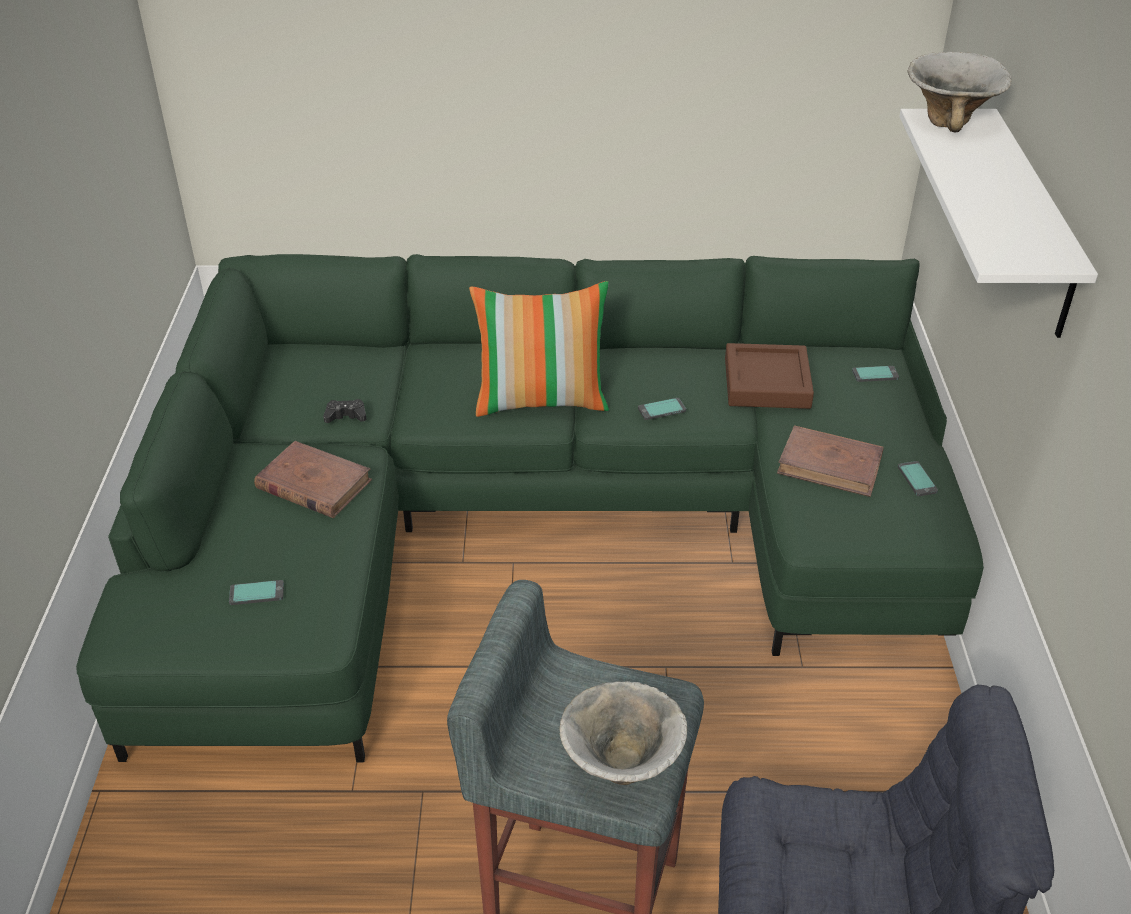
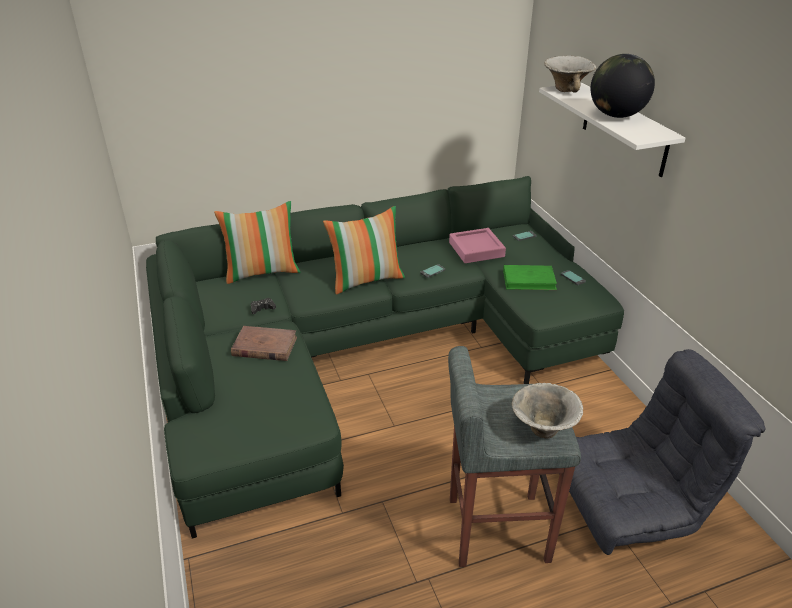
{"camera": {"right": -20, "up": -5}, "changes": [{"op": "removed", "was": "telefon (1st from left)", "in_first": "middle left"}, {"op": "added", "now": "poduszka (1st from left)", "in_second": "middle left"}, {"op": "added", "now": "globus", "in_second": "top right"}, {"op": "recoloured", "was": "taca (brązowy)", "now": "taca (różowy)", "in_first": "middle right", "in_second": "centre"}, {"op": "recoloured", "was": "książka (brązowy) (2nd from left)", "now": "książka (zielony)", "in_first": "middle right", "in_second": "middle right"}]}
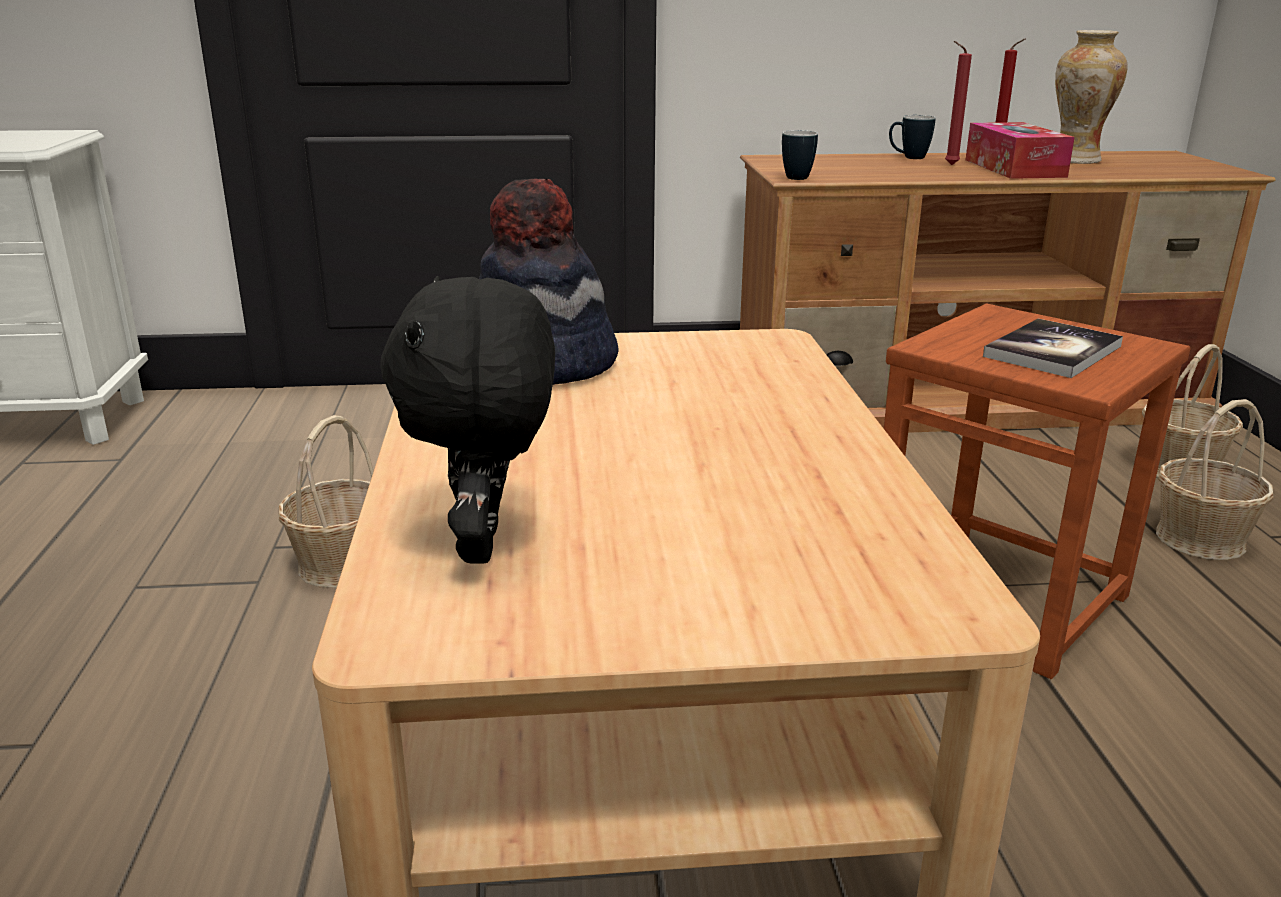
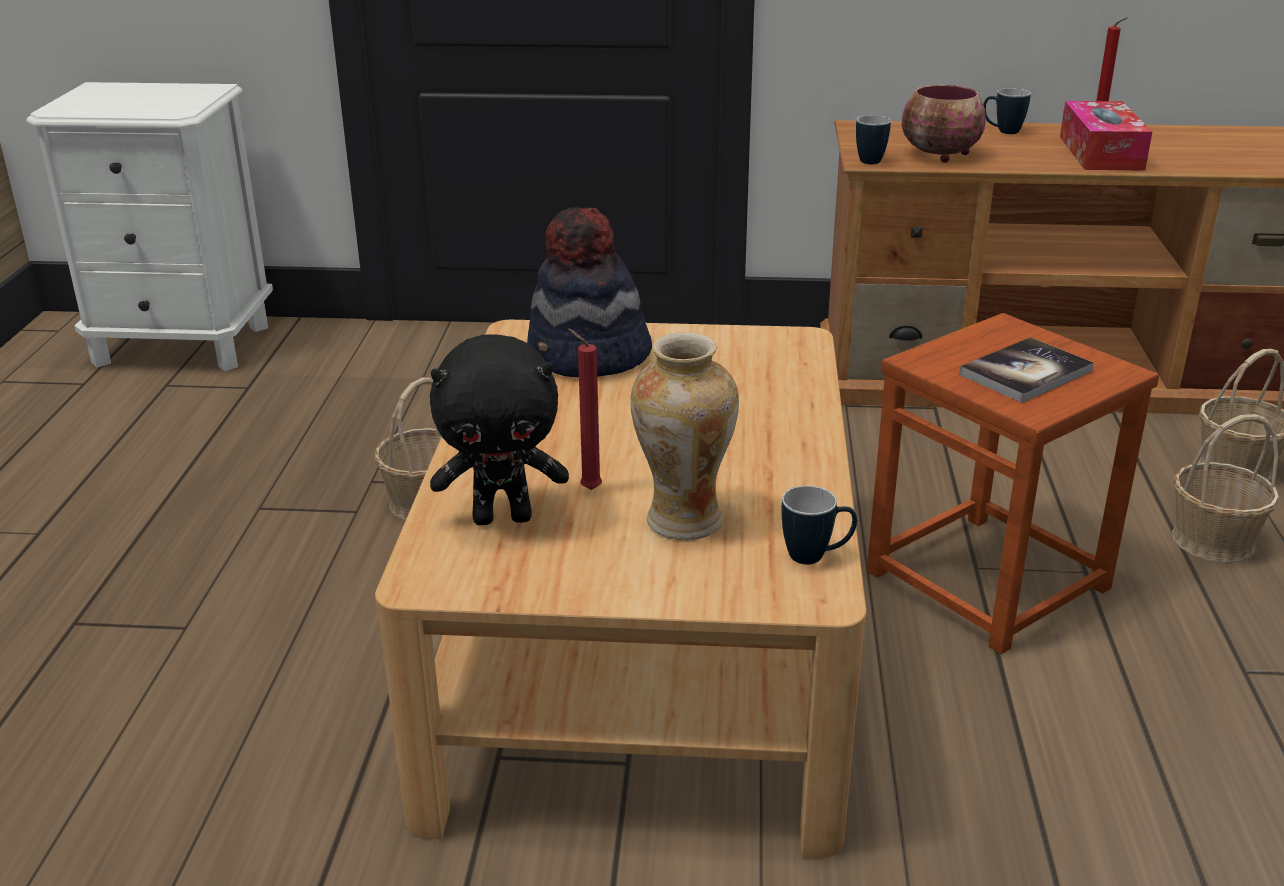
{"camera": {"right": 10, "up": 5}, "changes": [{"op": "added", "now": "kubek (1st from left)", "in_second": "centre"}, {"op": "added", "now": "miska", "in_second": "top right"}, {"op": "moved", "was": "świeca (czerwony) (1st from left)", "in_first": "top right", "in_second": "centre"}, {"op": "moved", "was": "wazon", "in_first": "top right", "in_second": "centre"}, {"op": "turned", "was": "pluszak (czarny)", "in_first": "centre", "in_second": "centre", "clockwise": -105}]}
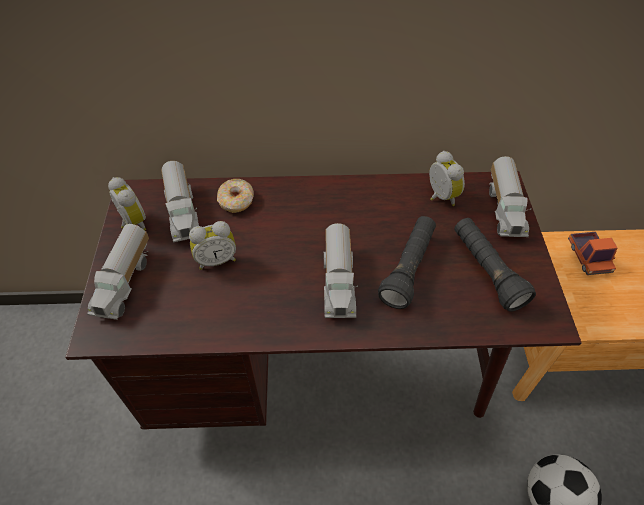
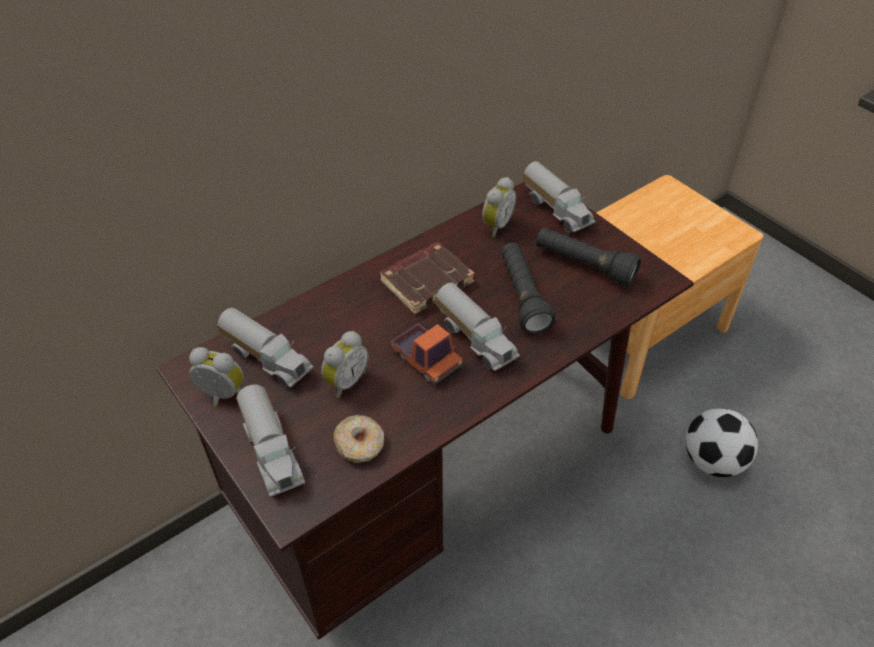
{"camera": {"right": -35, "up": -5}, "changes": [{"op": "added", "now": "książka (brązowy)", "in_second": "centre"}, {"op": "moved", "was": "donut", "in_first": "centre", "in_second": "bottom centre"}, {"op": "moved", "was": "ciężarówka zabawkowa (5th from left in the first image)", "now": "ciężarówka zabawkowa (3rd from left)", "in_first": "middle right", "in_second": "centre"}, {"op": "turned", "was": "budzik (3rd from left)", "in_first": "middle right", "in_second": "top centre", "clockwise": 90}]}
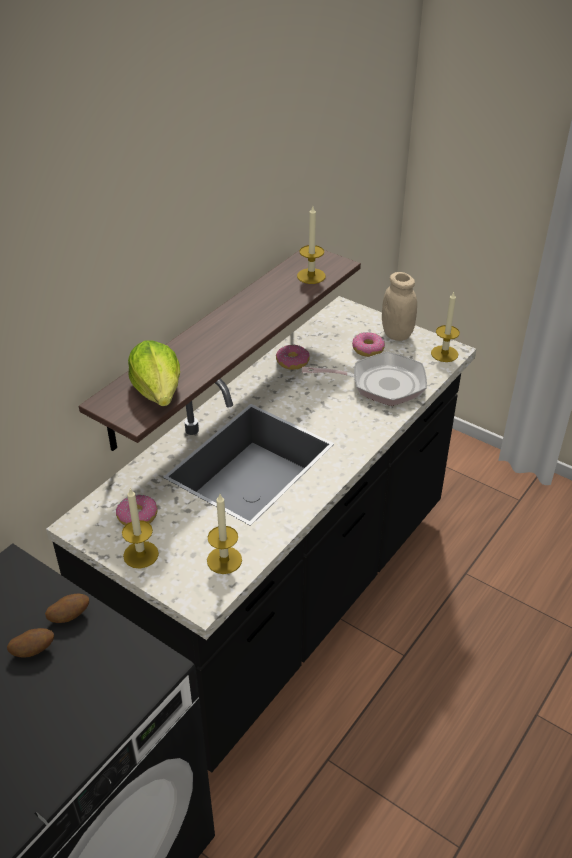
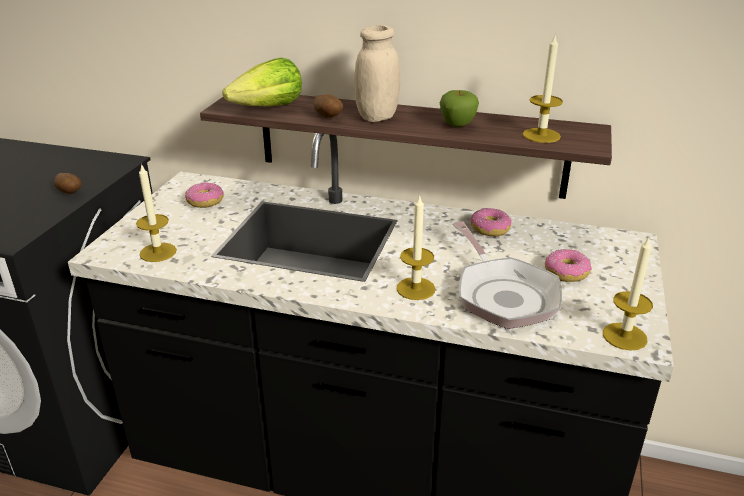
{"camera": {"right": 70, "up": -10}, "changes": [{"op": "added", "now": "jabłko", "in_second": "top centre"}, {"op": "moved", "was": "ziemniak (1st from left in the first image)", "now": "ziemniak (2nd from left)", "in_first": "bottom left", "in_second": "top centre"}, {"op": "moved", "was": "świeca (1st from left in the first image)", "now": "świeca (2nd from left)", "in_first": "middle left", "in_second": "centre"}, {"op": "moved", "was": "słoik (beżowy)", "in_first": "middle right", "in_second": "top centre"}]}
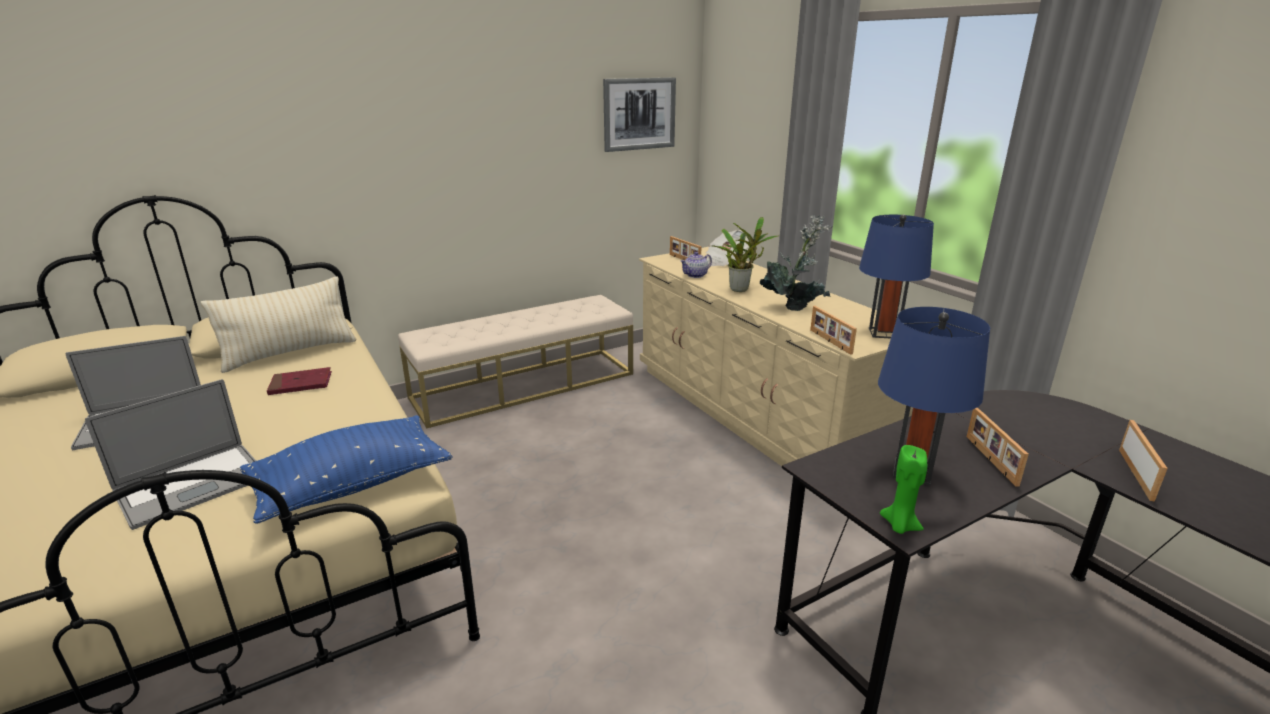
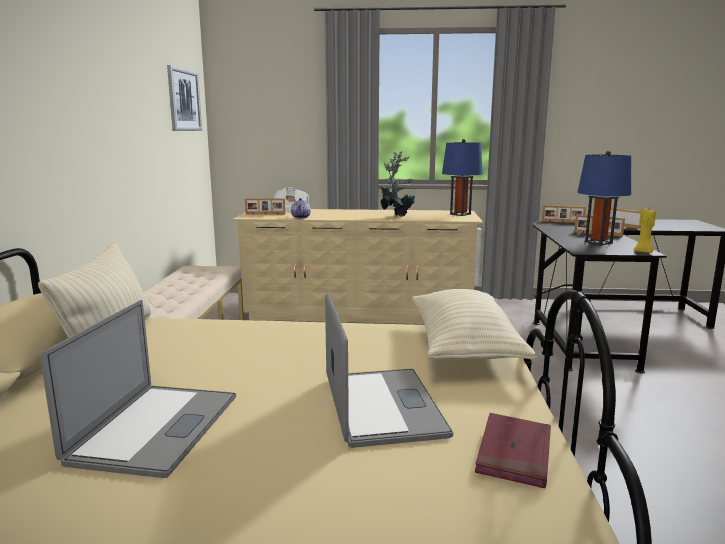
{"camera": {"right": -55, "up": -10}, "changes": [{"op": "removed", "was": "roślina doniczkowa (1st from left)", "in_first": "centre"}, {"op": "moved", "was": "książka (czerwony)", "in_first": "middle left", "in_second": "bottom right"}, {"op": "moved", "was": "ramka na zdjęcie (2nd from left)", "in_first": "centre", "in_second": "middle right"}, {"op": "recoloured", "was": "poduszka (niebieski)", "now": "poduszka (beżowy) (2nd from left)", "in_first": "middle left", "in_second": "centre"}, {"op": "recoloured", "was": "świeca (zielony)", "now": "świeca (żółty)", "in_first": "bottom right", "in_second": "middle right"}]}
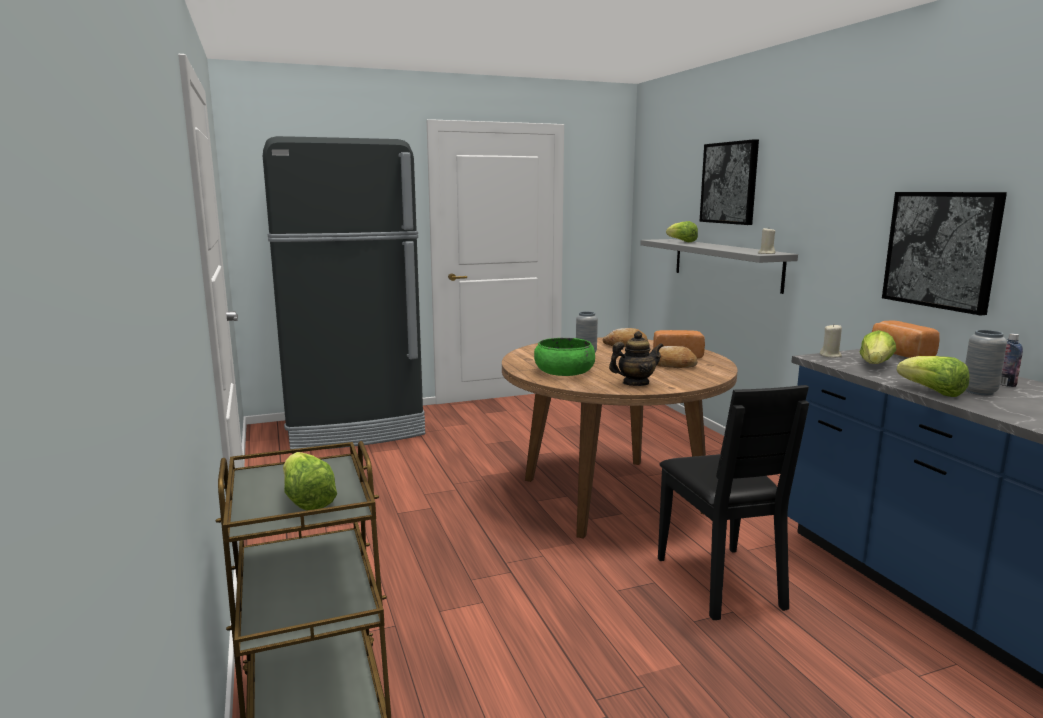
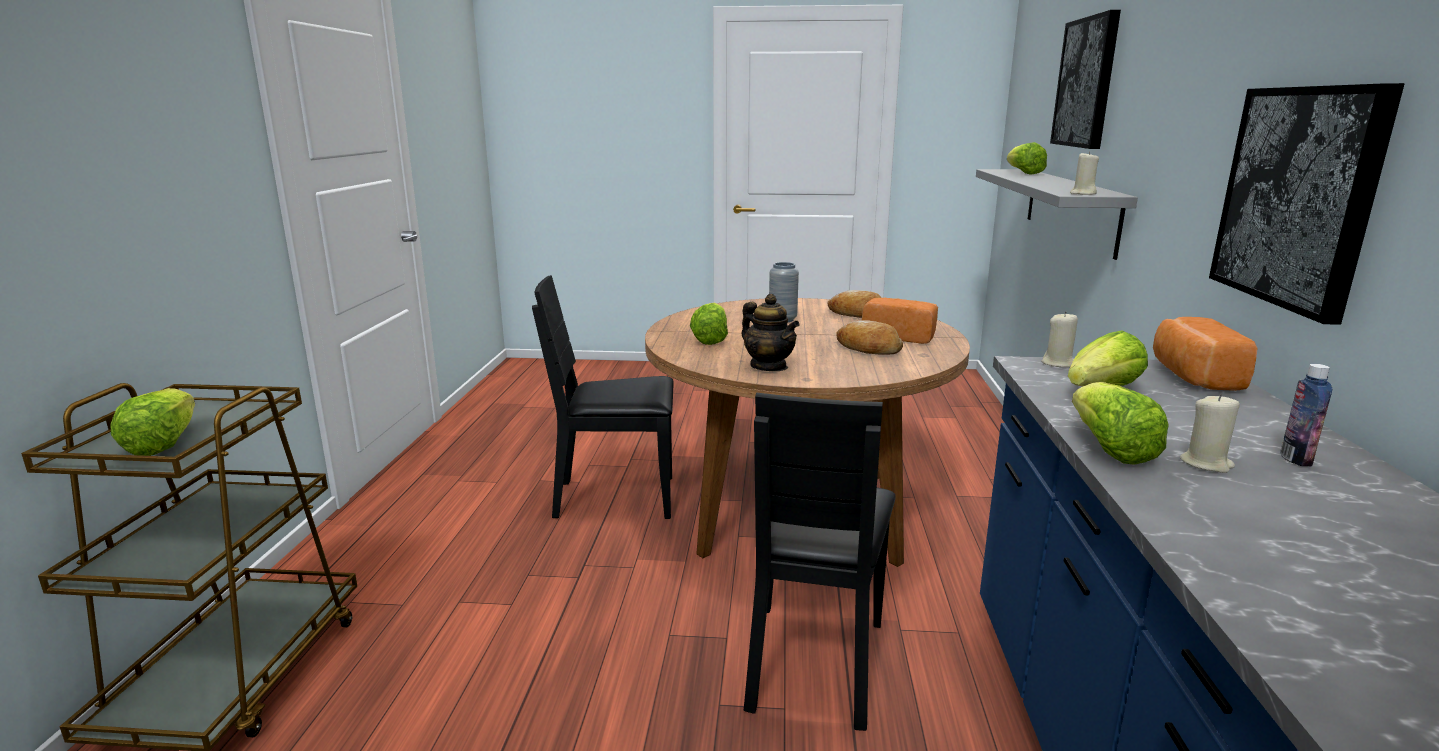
{"camera": {"right": 25, "up": 5}, "changes": [{"op": "removed", "was": "lodówka (czarny)", "in_first": "middle left"}, {"op": "added", "now": "krzesło (czarny) (1st from left)", "in_second": "centre"}, {"op": "replaced", "was": "miska (zielony)", "now": "sałata (2nd from left)", "in_first": "centre", "in_second": "centre"}, {"op": "replaced", "was": "wazon (szary) (2nd from left)", "now": "świeca (beżowy) (3rd from left)", "in_first": "middle right", "in_second": "middle right"}, {"op": "turned", "was": "imbryk", "in_first": "centre", "in_second": "centre", "clockwise": 45}]}
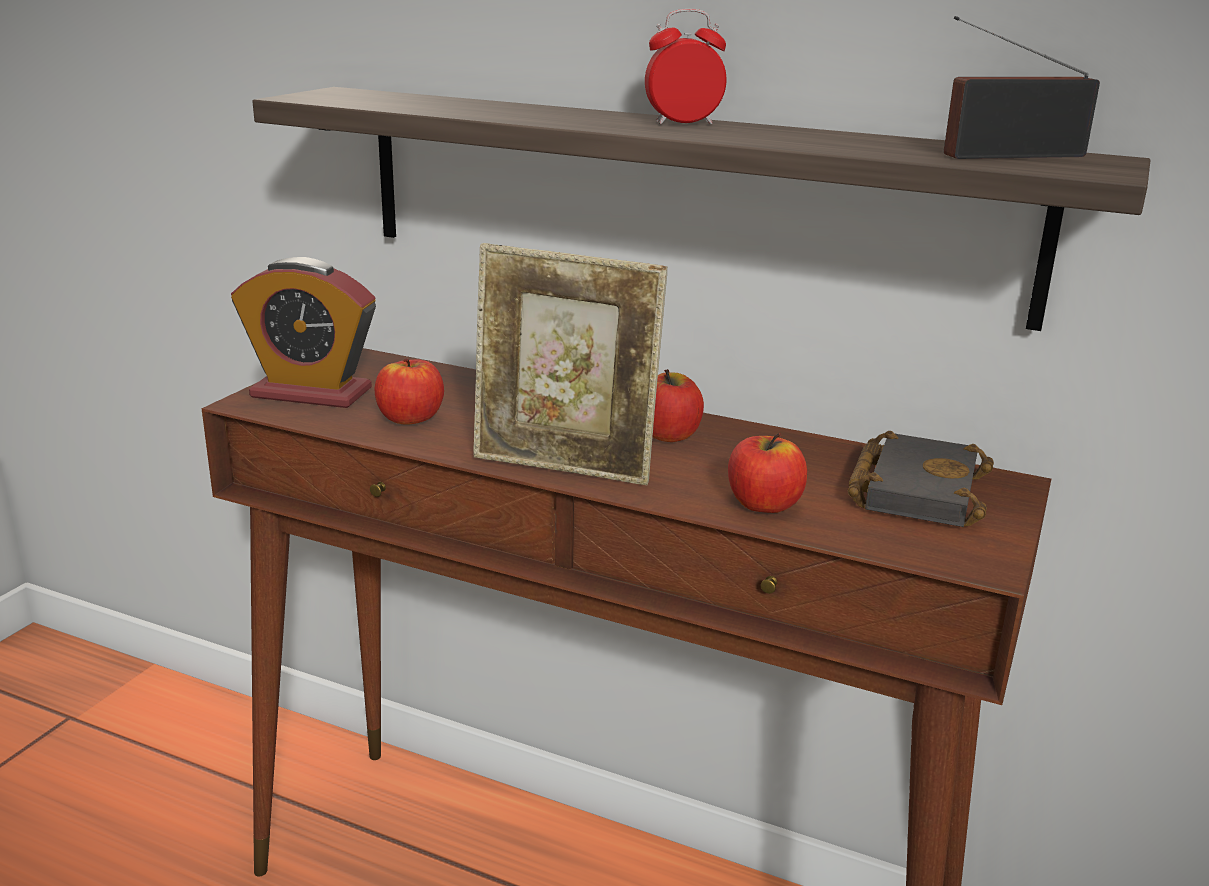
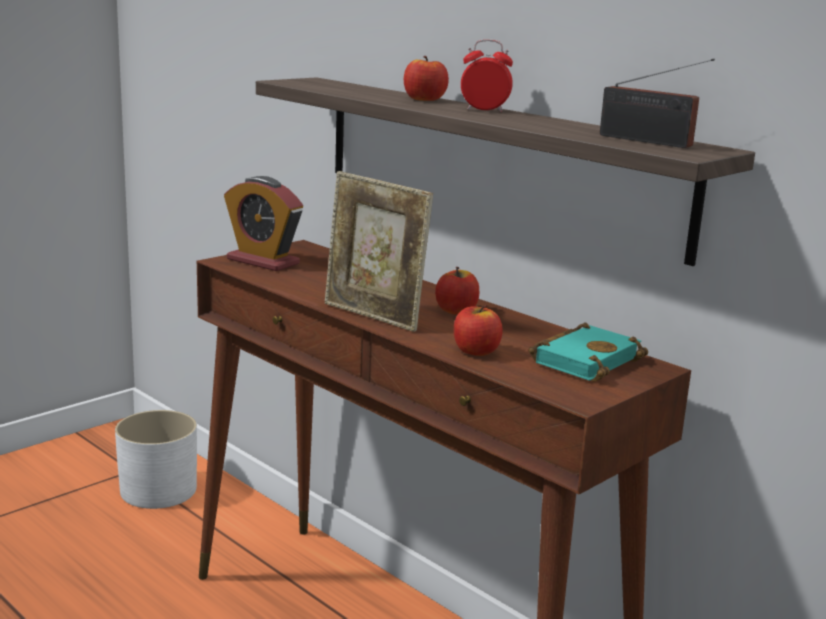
{"camera": {"right": 20, "up": -5}, "changes": [{"op": "added", "now": "donica (biały)", "in_second": "bottom left"}, {"op": "moved", "was": "jabłko (1st from left)", "in_first": "centre", "in_second": "top centre"}, {"op": "recoloured", "was": "książka (czarny)", "now": "książka (turkusowy)", "in_first": "middle right", "in_second": "middle right"}, {"op": "turned", "was": "radio", "in_first": "top right", "in_second": "top right", "clockwise": -150}]}
